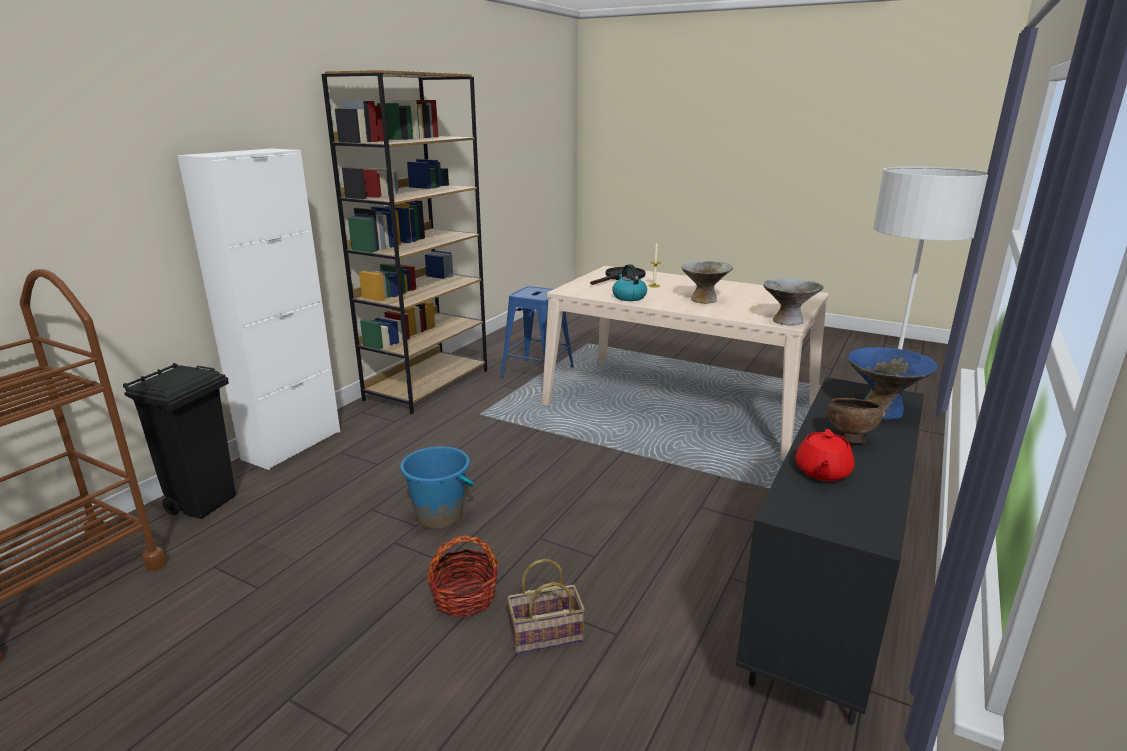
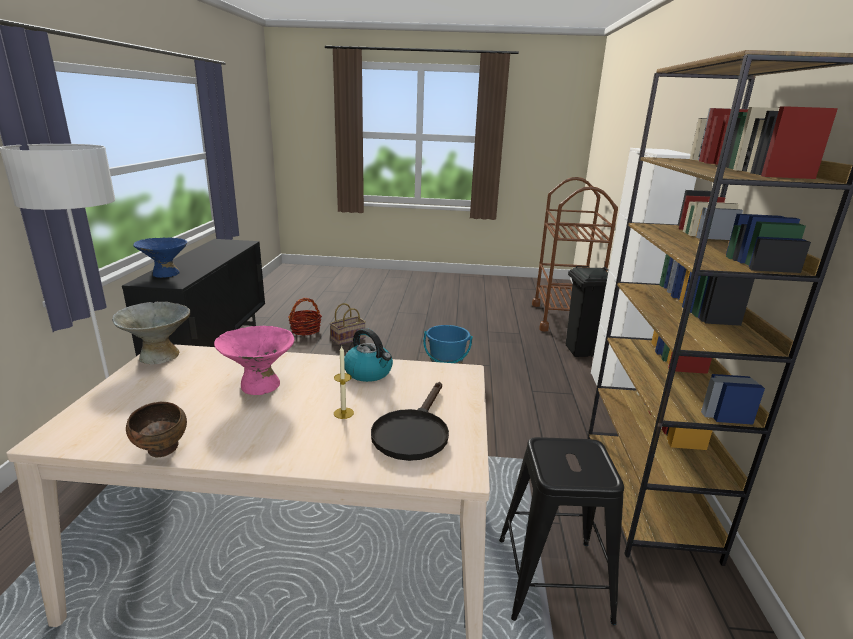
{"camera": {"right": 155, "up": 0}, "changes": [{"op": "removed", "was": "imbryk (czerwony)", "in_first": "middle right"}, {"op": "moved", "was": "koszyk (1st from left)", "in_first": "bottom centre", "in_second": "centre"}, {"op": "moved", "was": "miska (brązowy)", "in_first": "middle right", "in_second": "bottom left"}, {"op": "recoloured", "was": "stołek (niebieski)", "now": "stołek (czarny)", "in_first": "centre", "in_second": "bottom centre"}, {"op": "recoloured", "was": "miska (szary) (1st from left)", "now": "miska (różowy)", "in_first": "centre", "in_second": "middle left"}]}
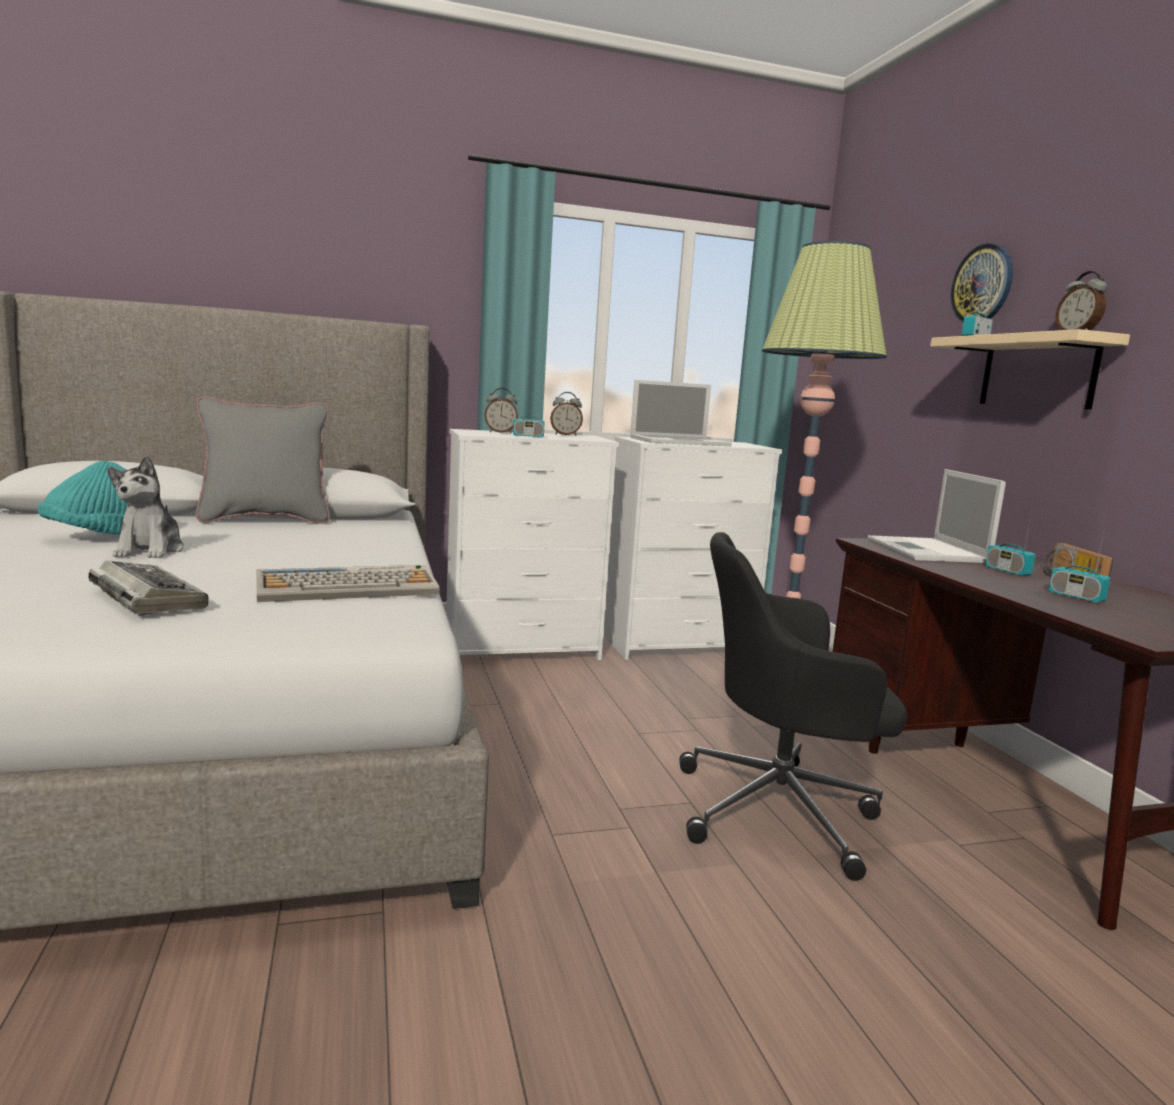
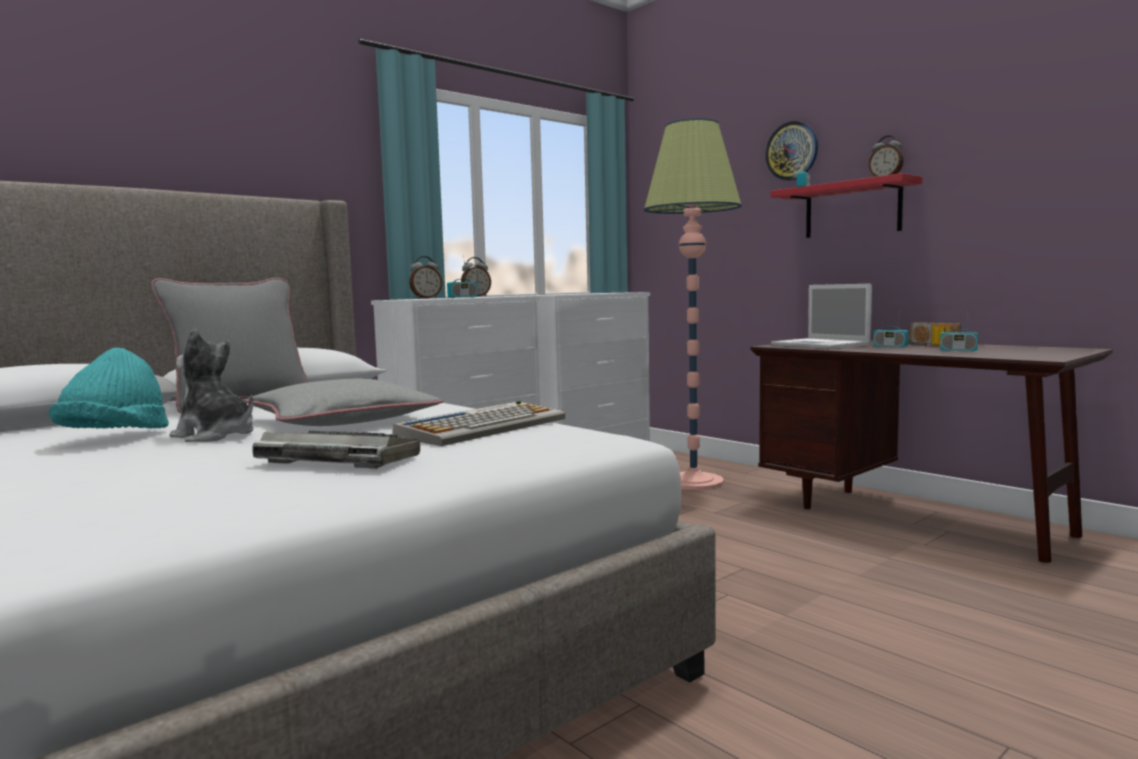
{"camera": {"right": -25, "up": -5}, "changes": [{"op": "removed", "was": "laptop (1st from left)", "in_first": "centre"}, {"op": "removed", "was": "krzesło biurowe (czarny)", "in_first": "middle right"}, {"op": "added", "now": "poduszka (szary) (2nd from left)", "in_second": "middle left"}, {"op": "recoloured", "was": "półka (beżowy)", "now": "półka (czerwony)", "in_first": "middle right", "in_second": "top right"}, {"op": "turned", "was": "pluszak", "in_first": "middle left", "in_second": "middle left", "clockwise": 150}]}
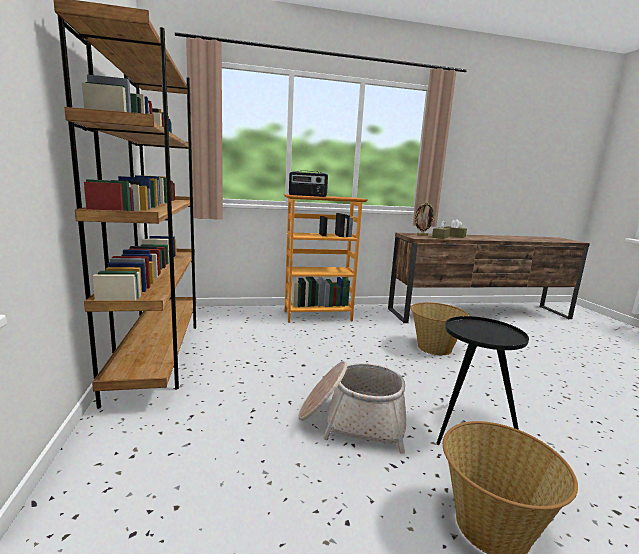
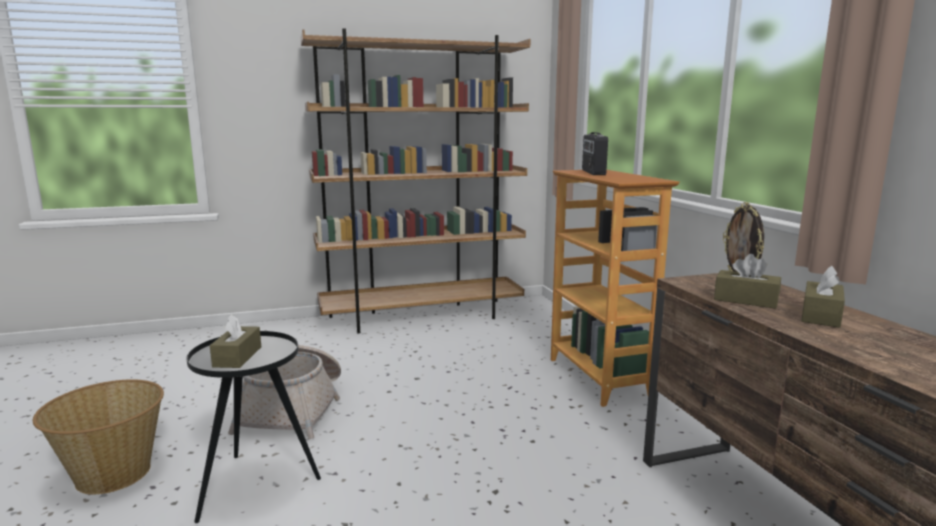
{"camera": {"right": 85, "up": 0}, "changes": [{"op": "removed", "was": "koszyk (2nd from left)", "in_first": "middle right"}, {"op": "added", "now": "pudełko chusteczek (brązowy) (1st from left)", "in_second": "middle left"}]}
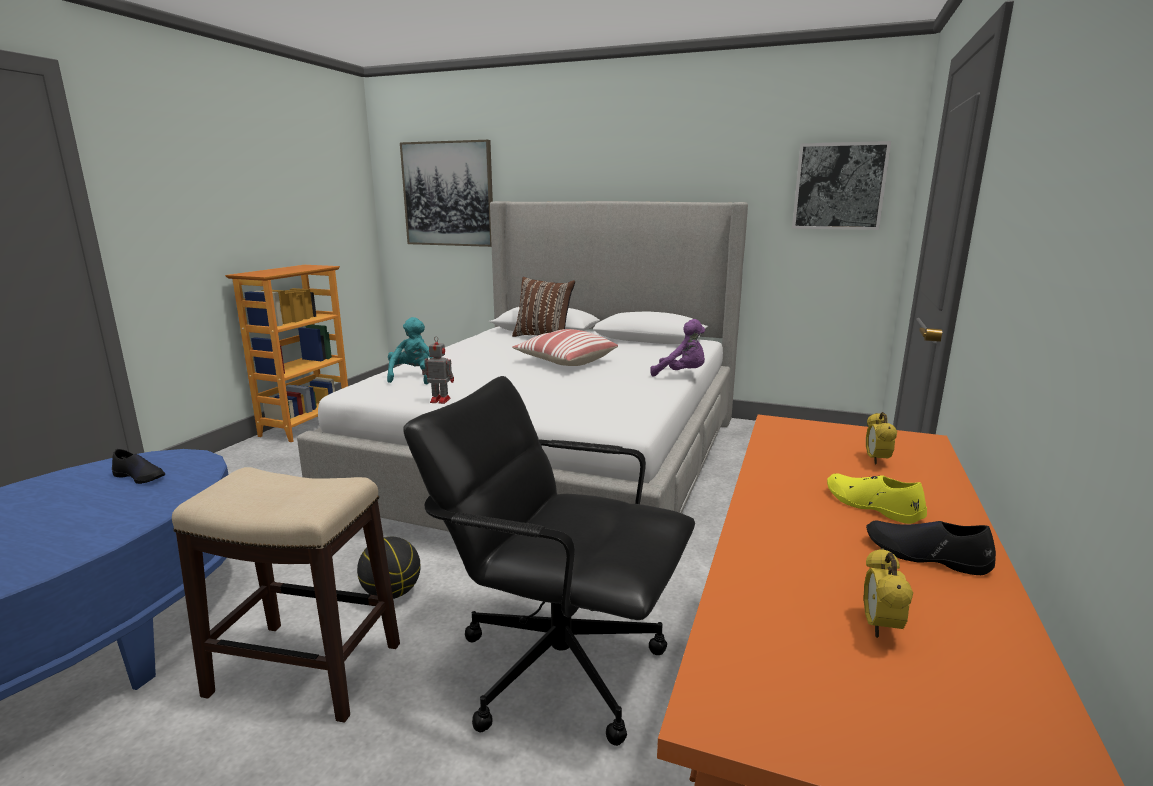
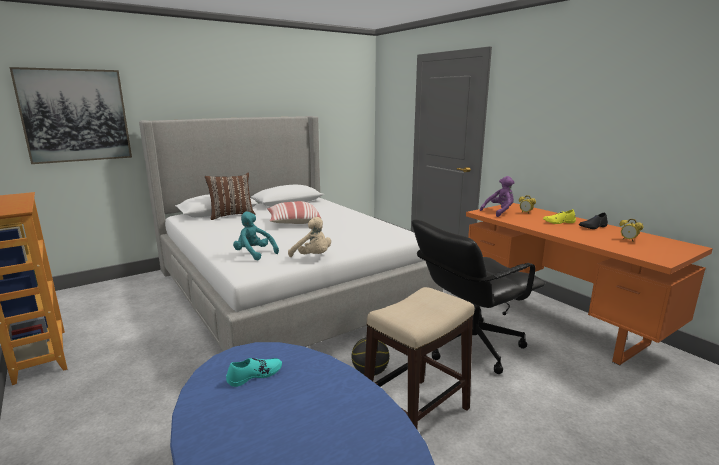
{"camera": {"right": -55, "up": 0}, "changes": [{"op": "removed", "was": "obraz (2nd from left)", "in_first": "top right"}, {"op": "moved", "was": "pluszak (fioletowy)", "in_first": "centre", "in_second": "middle right"}, {"op": "replaced", "was": "robot zabawkowy", "now": "pluszak (beżowy)", "in_first": "centre", "in_second": "centre"}, {"op": "recoloured", "was": "but (czarny) (1st from left)", "now": "but (turkusowy)", "in_first": "middle left", "in_second": "bottom centre"}]}
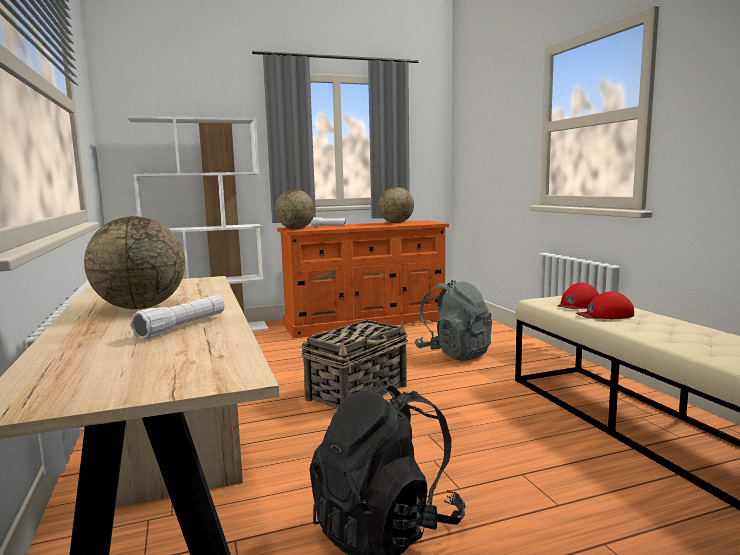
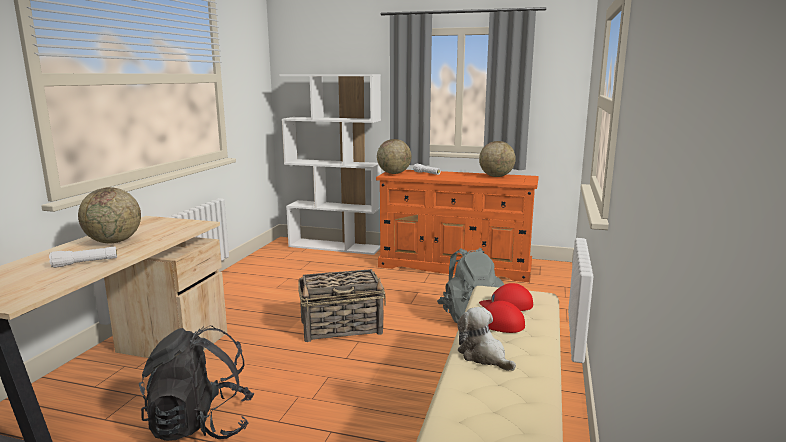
{"camera": {"right": 35, "up": 5}, "changes": [{"op": "added", "now": "pluszak", "in_second": "bottom centre"}]}
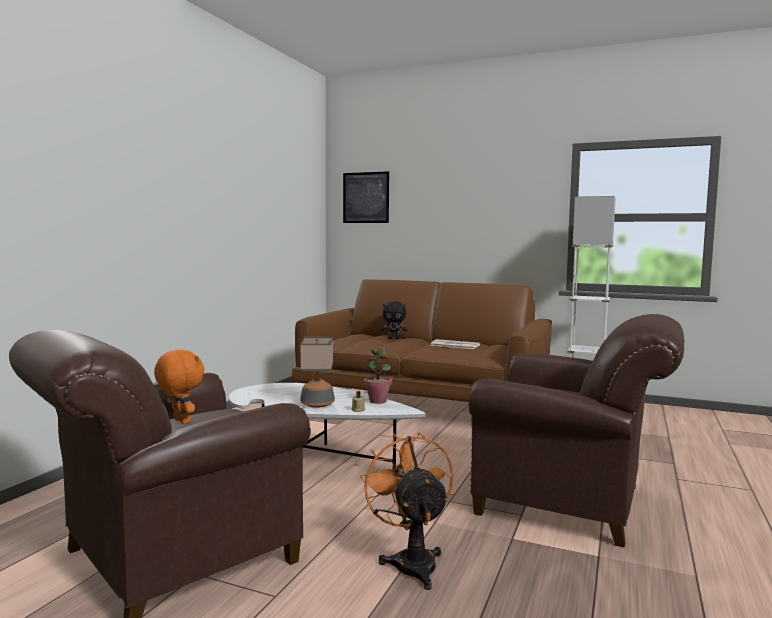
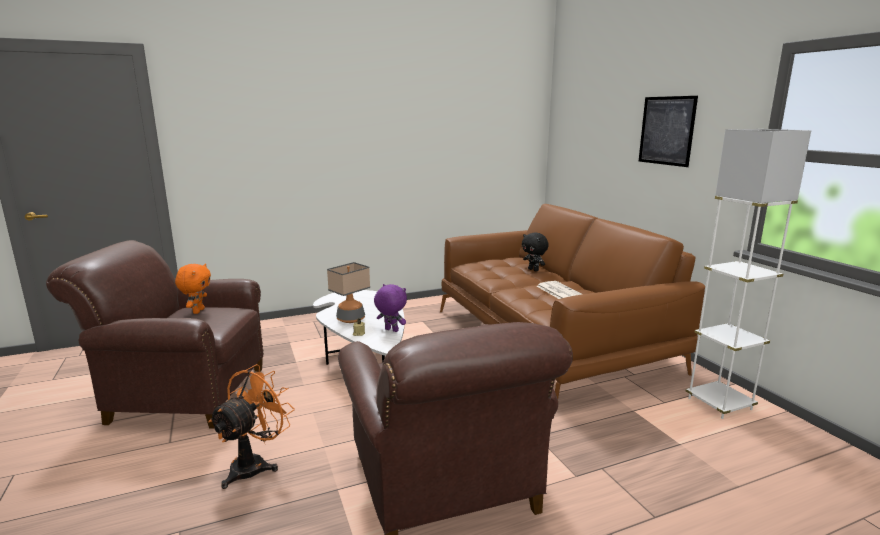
{"camera": {"right": 45, "up": 10}, "changes": [{"op": "moved", "was": "obraz", "in_first": "top centre", "in_second": "top right"}, {"op": "replaced", "was": "roślina doniczkowa", "now": "pluszak (fioletowy)", "in_first": "centre", "in_second": "centre"}]}
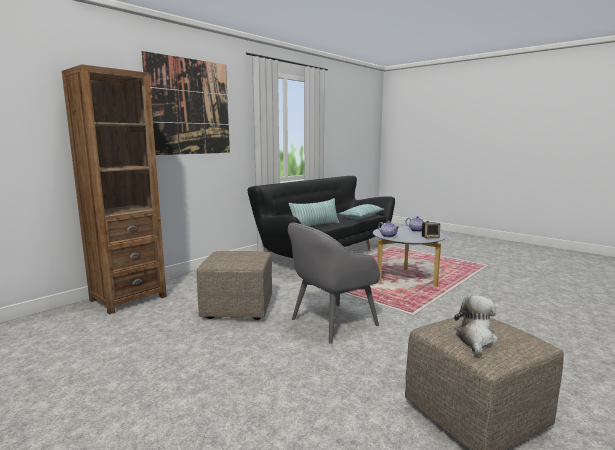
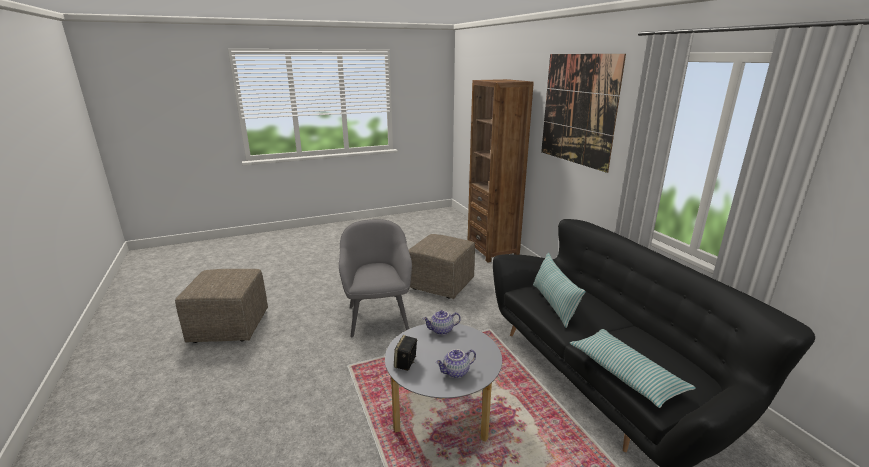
{"camera": {"right": 115, "up": 10}, "changes": [{"op": "removed", "was": "pluszak", "in_first": "bottom right"}]}
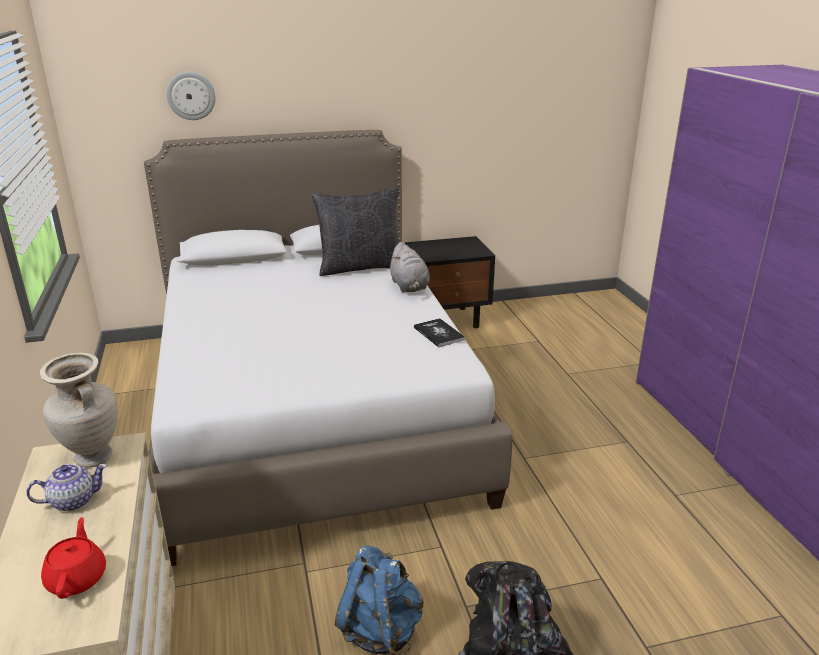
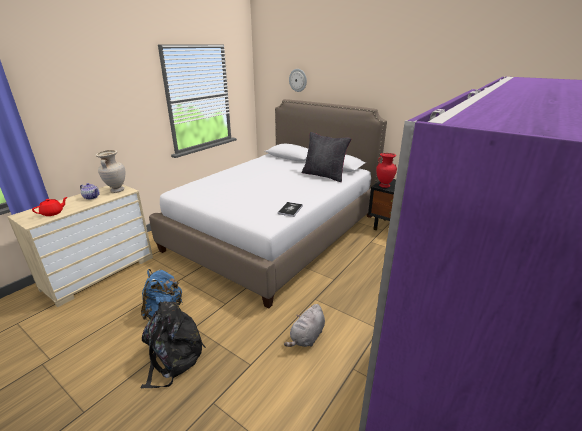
{"camera": {"right": 50, "up": 0}, "changes": [{"op": "added", "now": "wazon (czerwony)", "in_second": "centre"}, {"op": "moved", "was": "pluszak (szary)", "in_first": "centre", "in_second": "bottom centre"}]}
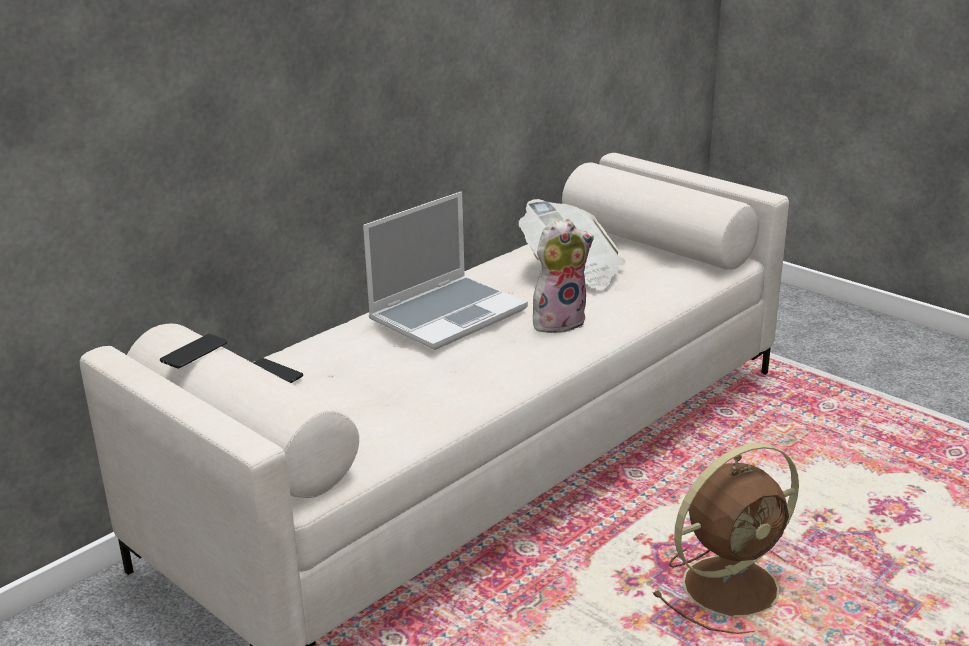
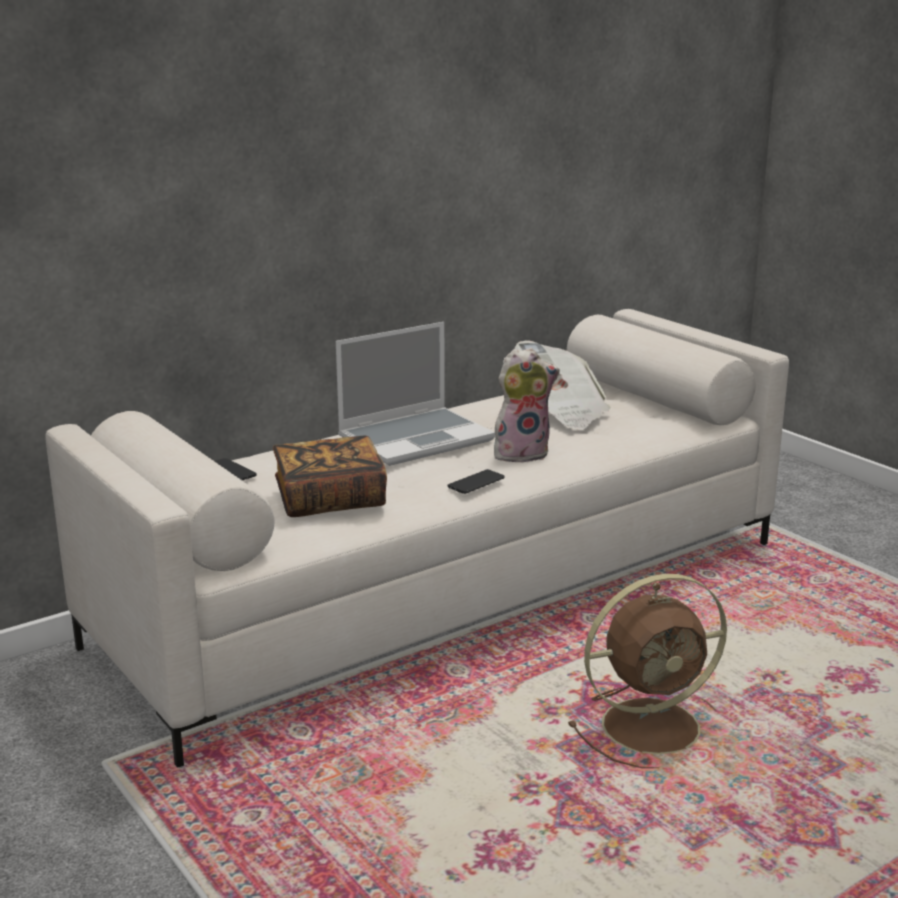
{"camera": {"right": 10, "up": -5}, "changes": [{"op": "added", "now": "książka", "in_second": "centre"}, {"op": "moved", "was": "telefon (1st from left in the first image)", "now": "telefon (2nd from left)", "in_first": "middle left", "in_second": "centre"}]}
